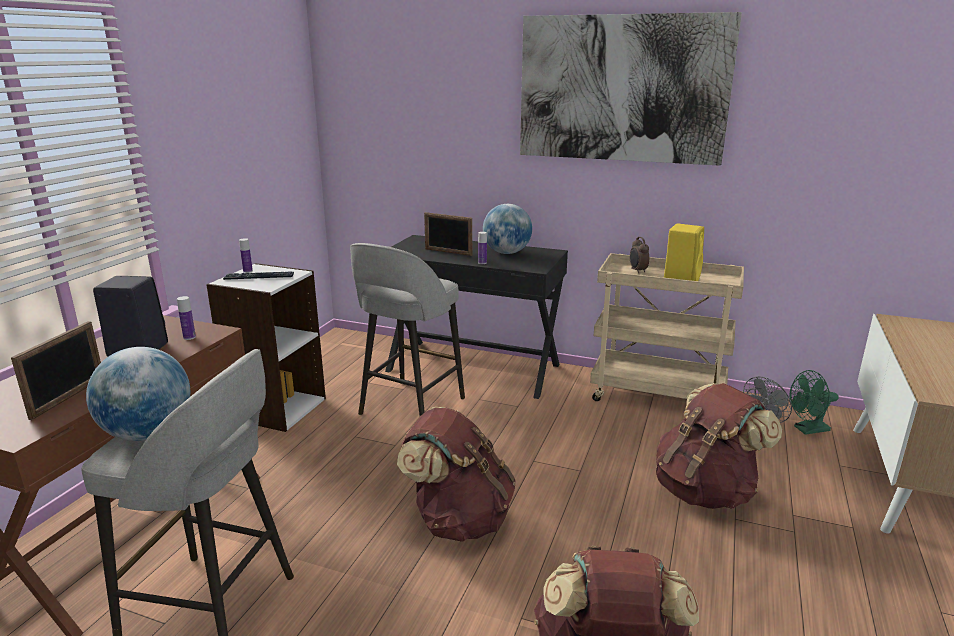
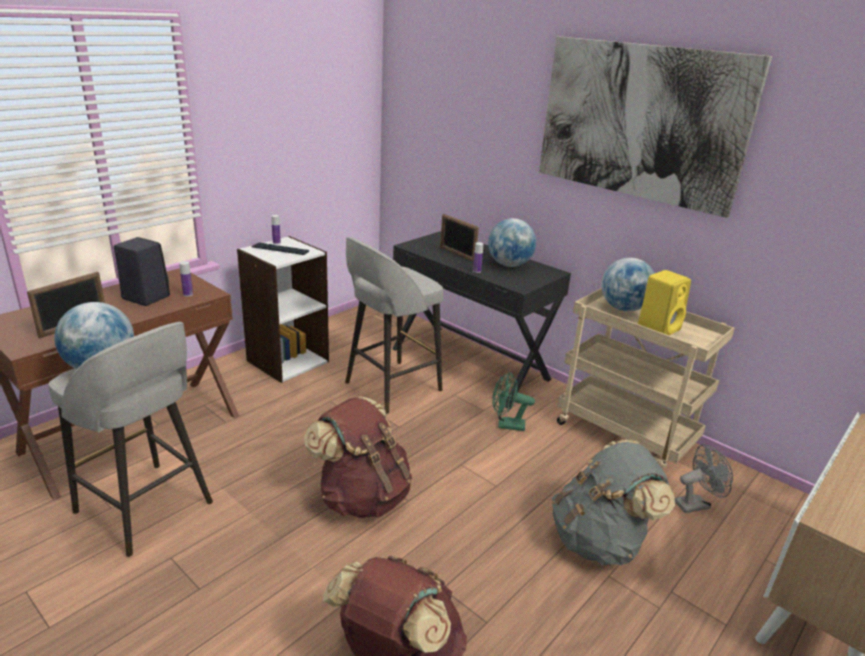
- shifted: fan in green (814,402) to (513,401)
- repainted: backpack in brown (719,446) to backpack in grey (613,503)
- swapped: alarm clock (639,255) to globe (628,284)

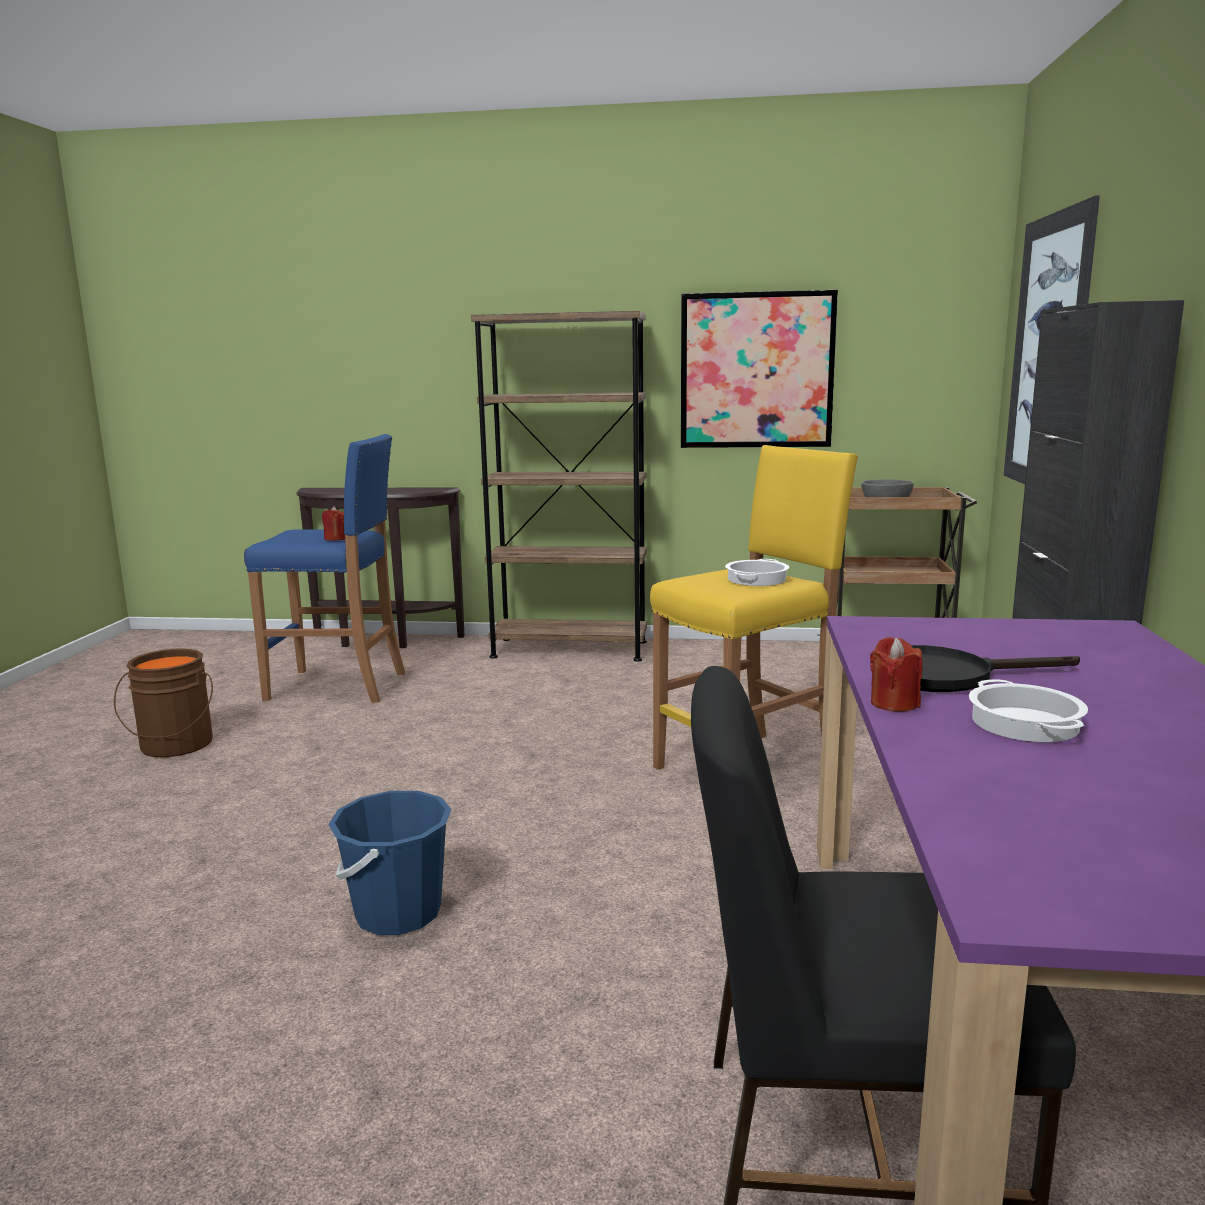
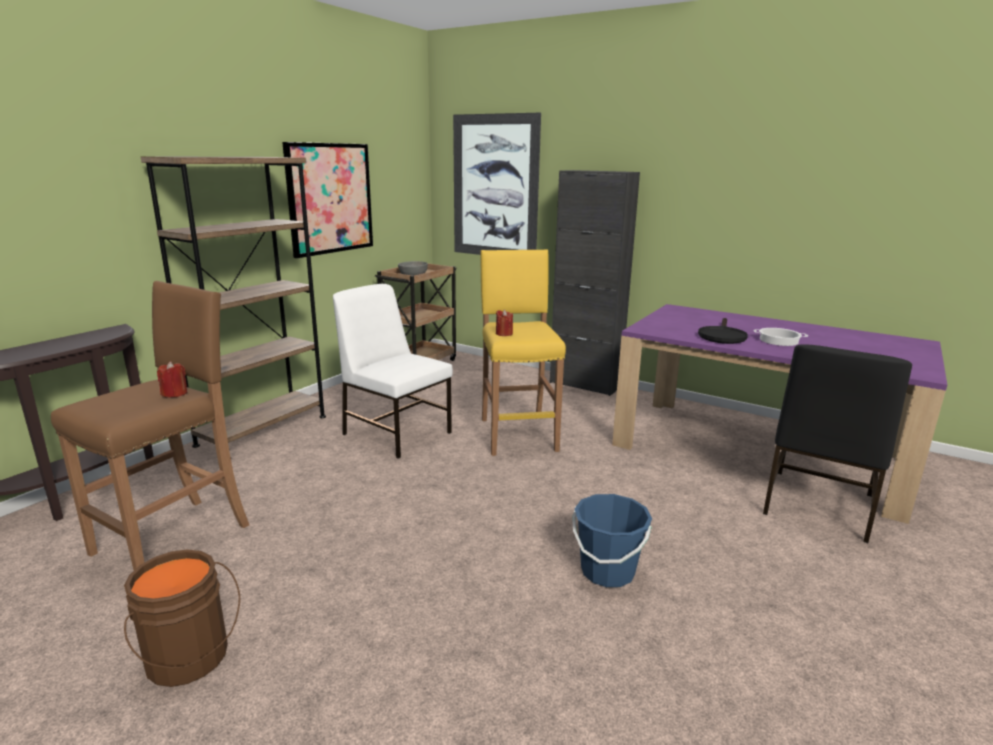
- repainted: stool in blue (324,568) to stool in brown (150,425)
- new: chair in white (393,371)
- shifted: candle in red (896,674) to (504,323)
- gone: cooking pot (757,572)

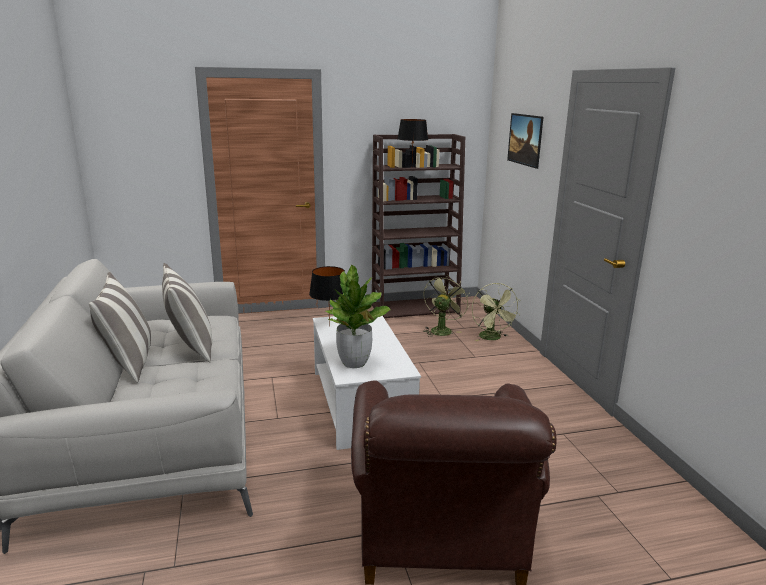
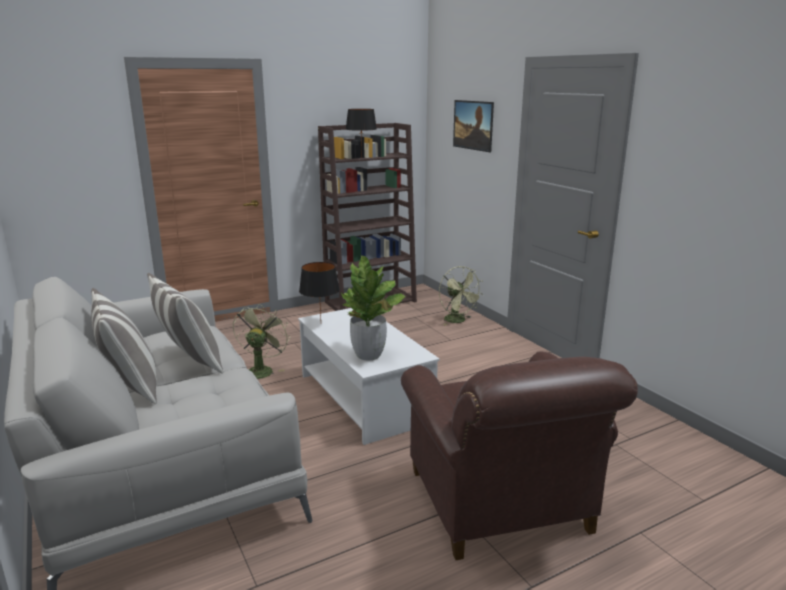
- shifted: fan in green (446,306) to (261,341)

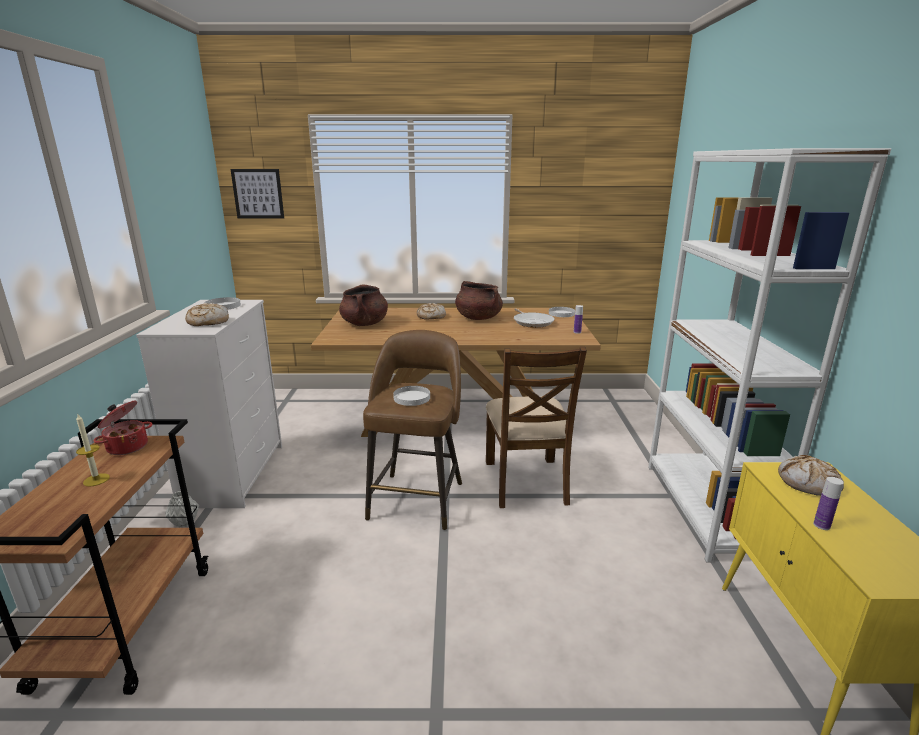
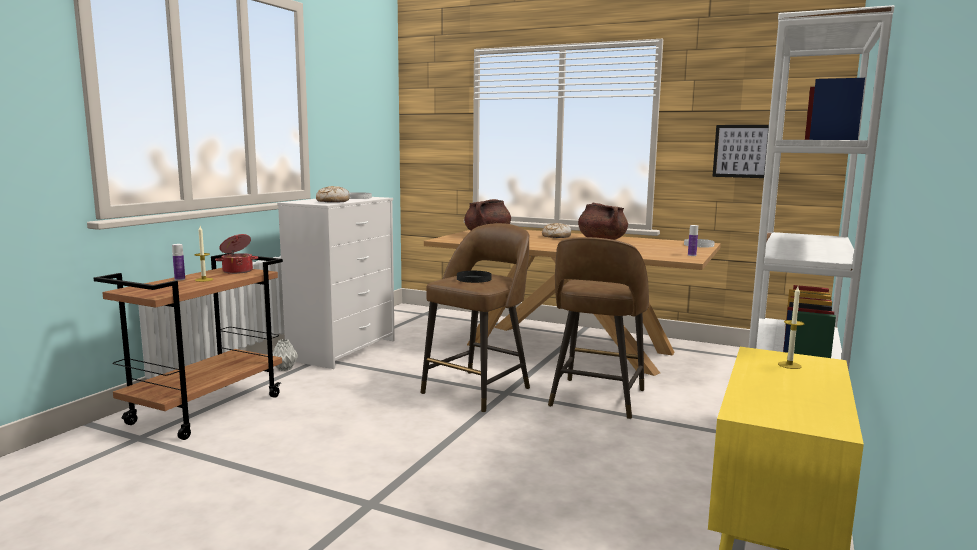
- shifted: bottle (828,503) to (178,262)
- repainted: plate in white (411,396) to plate in black (474,277)
- swapped: chair in brown (536,427) to stool in brown (598,328)
- shifted: picture (257,193) to (740,151)
- swapped: bread (811,475) to candle (791,328)
- gone: frying pan (534,318)

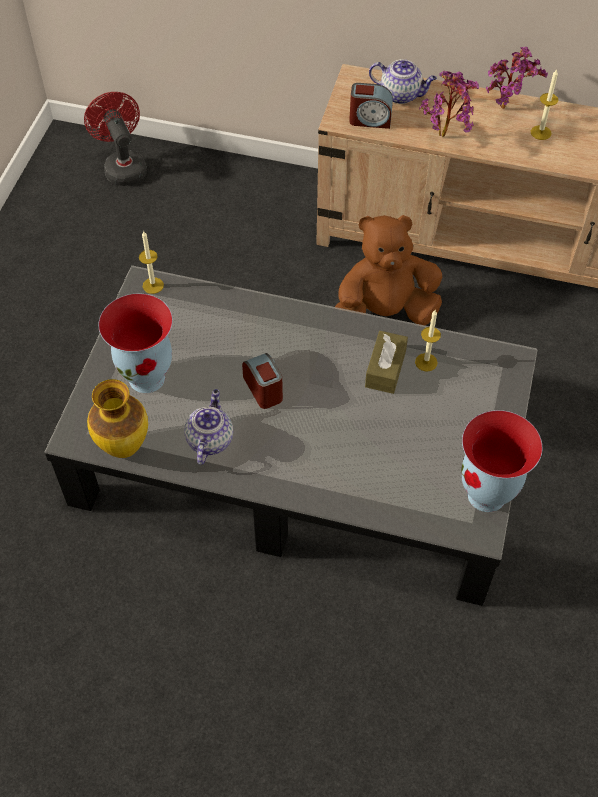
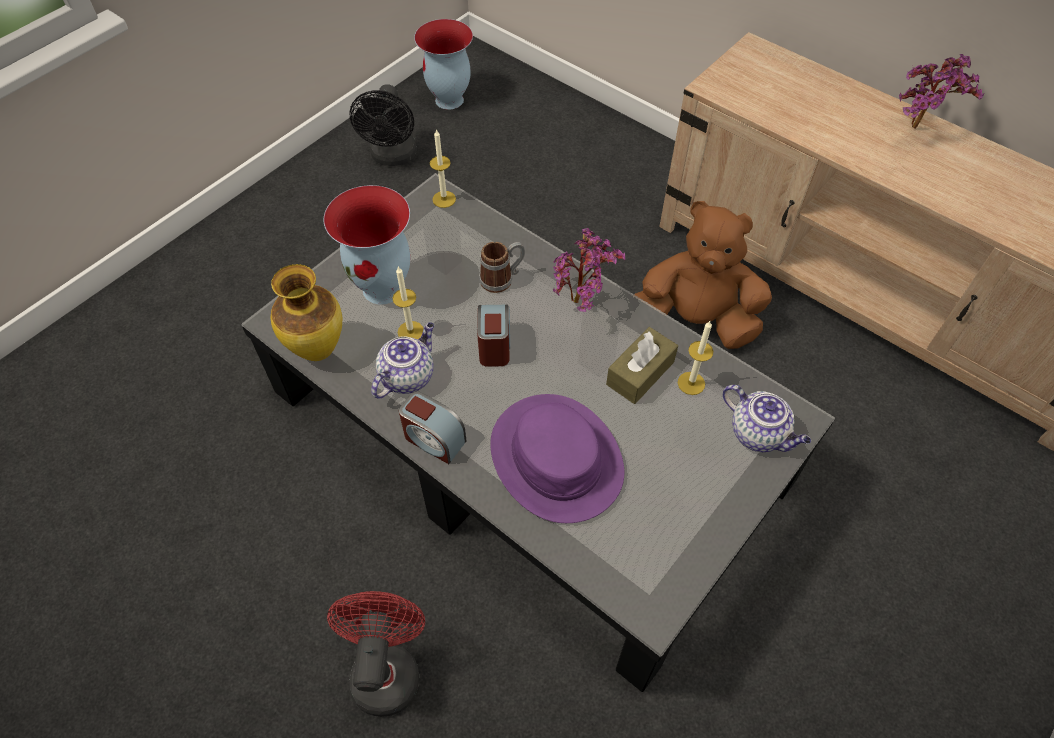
- shifted: fan in red (115,139) to (376,654)
- new: fan in black (383,125)
- shifted: candle (544,104) to (407,302)
- shifted: alarm clock (371,106) to (432,427)
- shifted: vase (501,461) to (443,64)
- new: mug (502,267)
- new: hat in purple (557,458)
- shifted: potted plant (449,104) to (589,270)
- shifted: teapot (403,81) to (767,418)

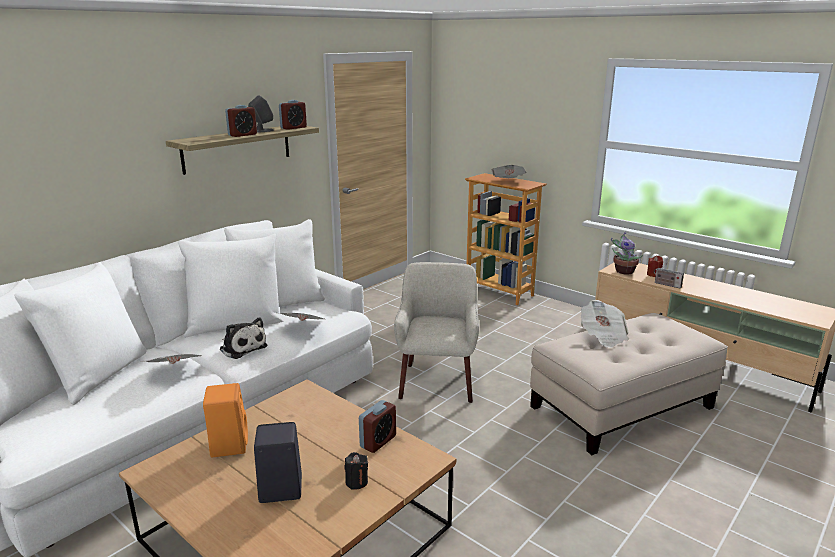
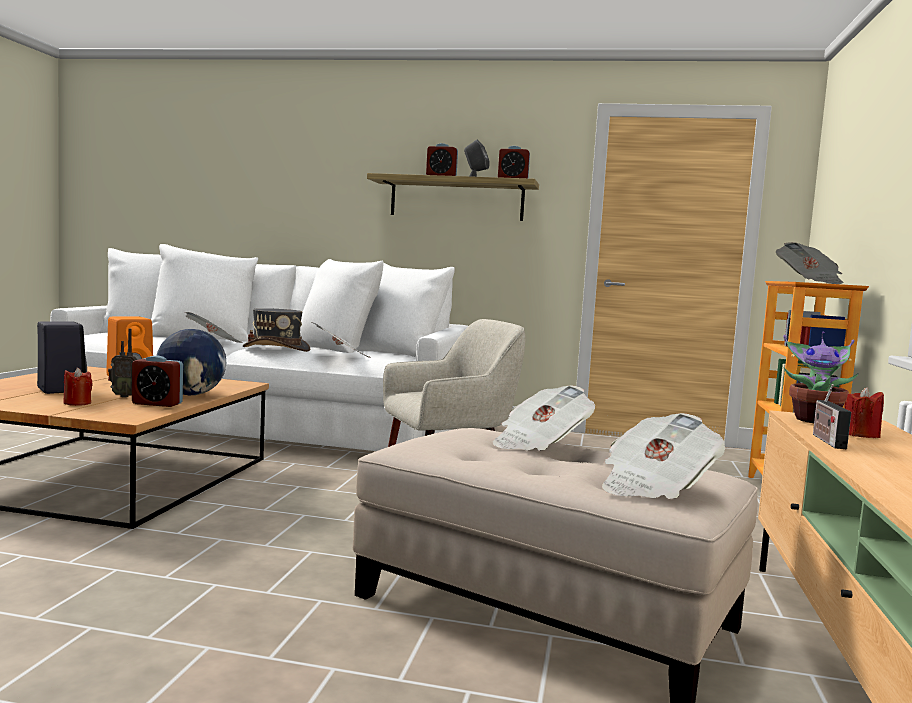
- repainted: candle in black (356,470) to candle in red (78,386)
- new: radio (123,363)
- new: globe (191,362)
- swapped: plush toy (243,338) to hat in grey (276,330)
- new: newspaper (664,456)

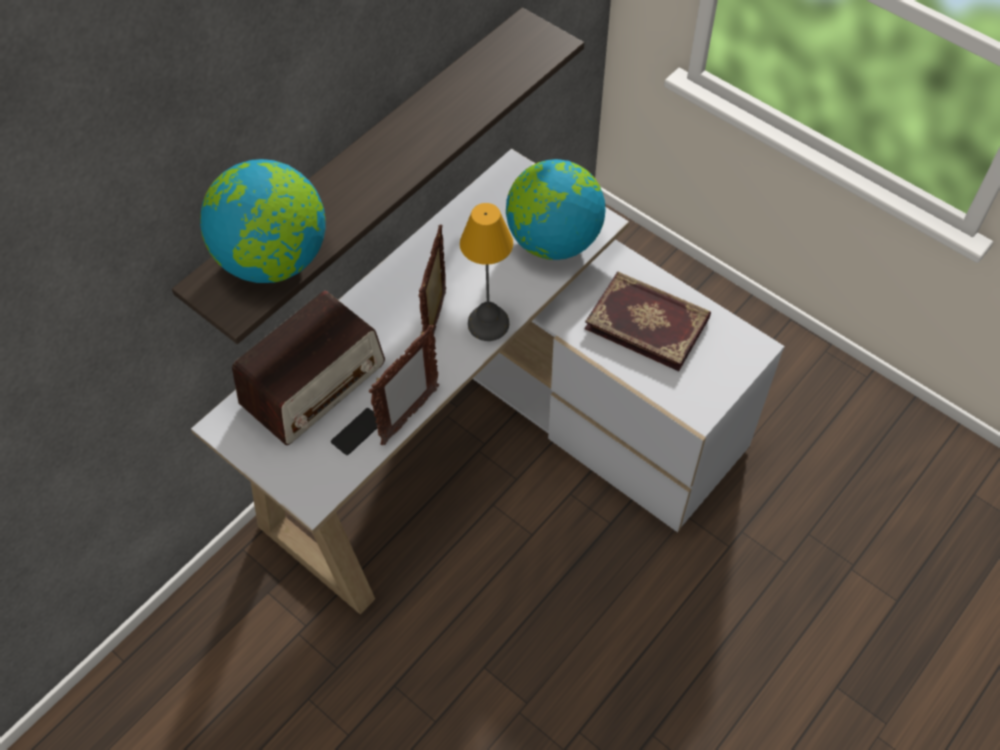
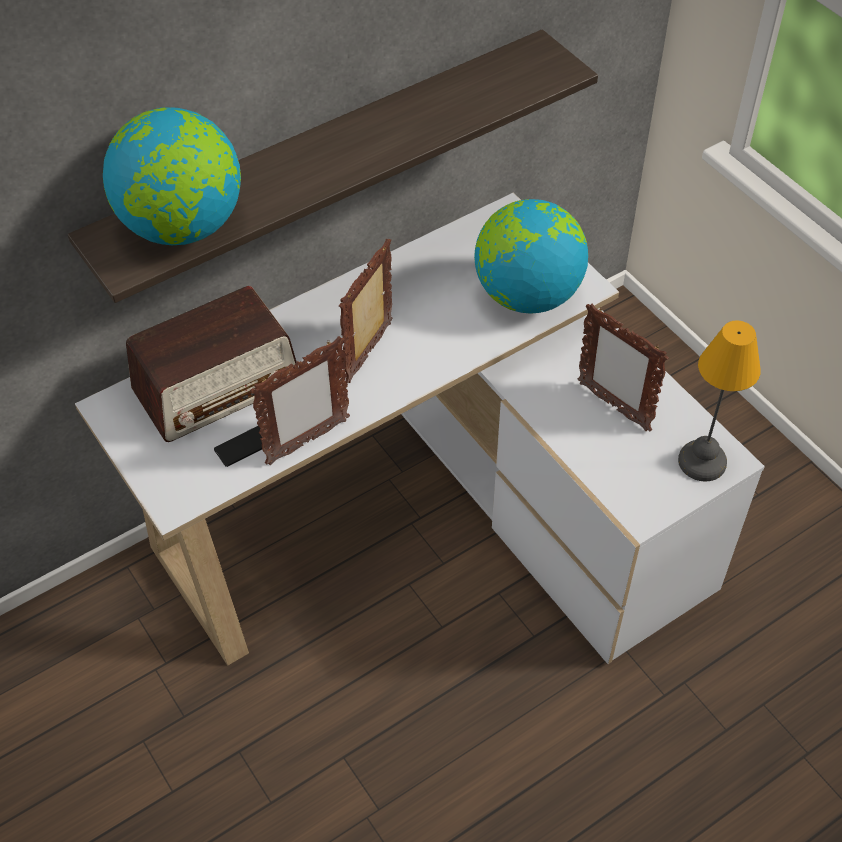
- swapped: book (648,321) to picture frame (623,367)
- shifted: table lamp (486,272) to (719,401)

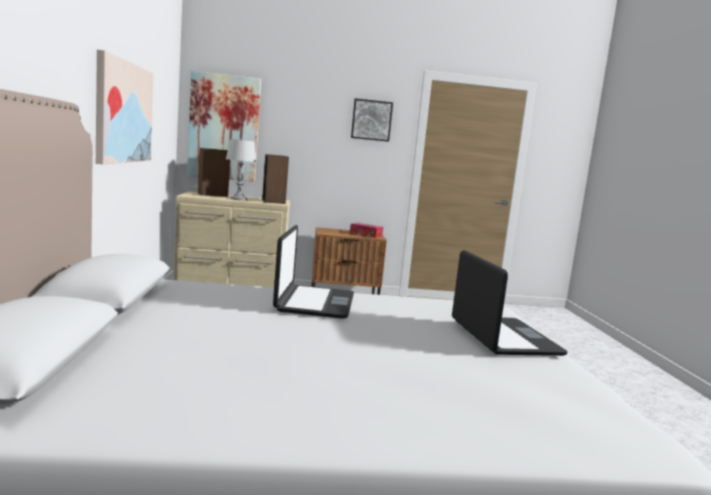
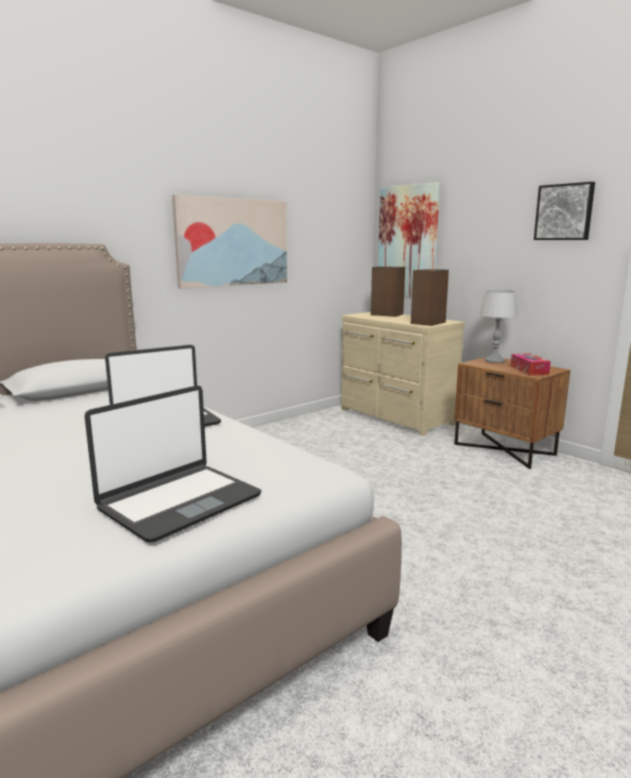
- shifted: table lamp in grey (241,169) to (499,326)

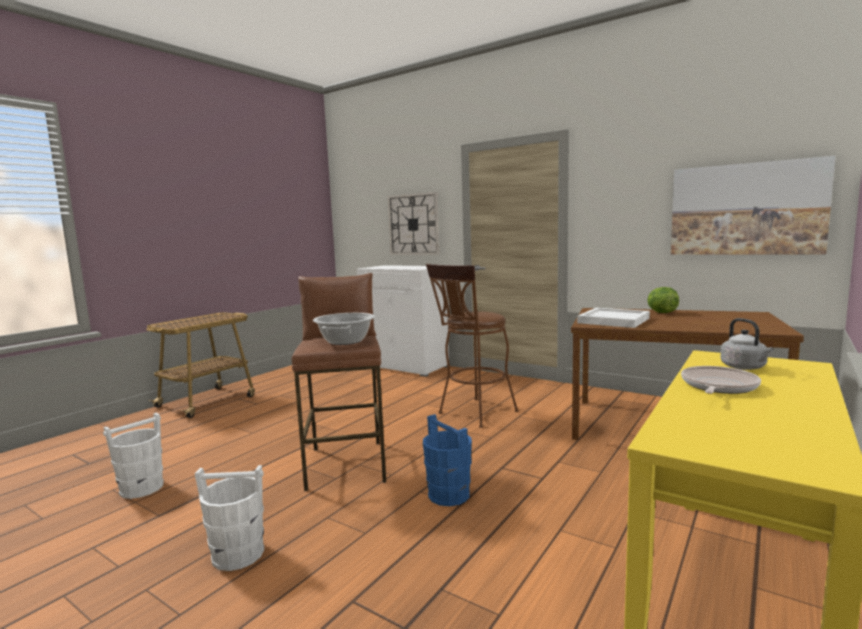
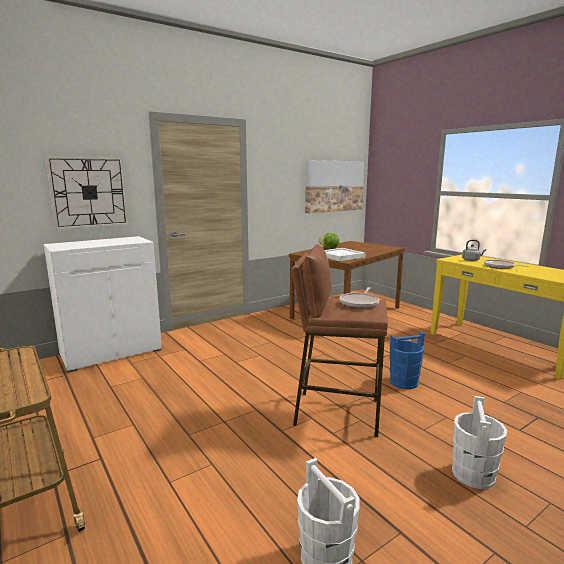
- swapped: cooking pot (344,329) to frying pan (360,297)
- gone: stool in brown (472,346)

